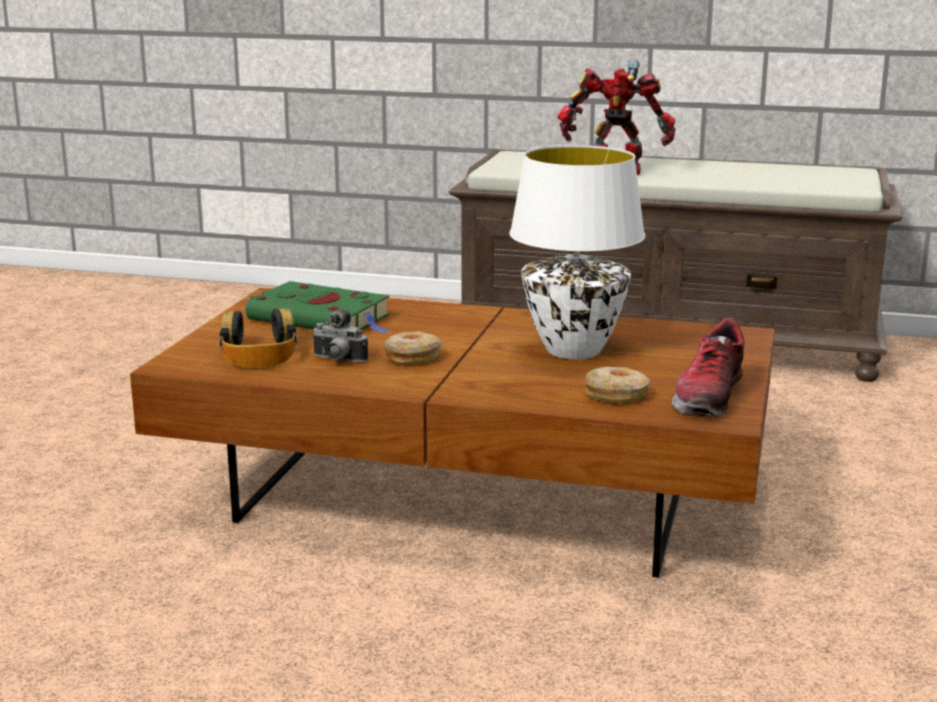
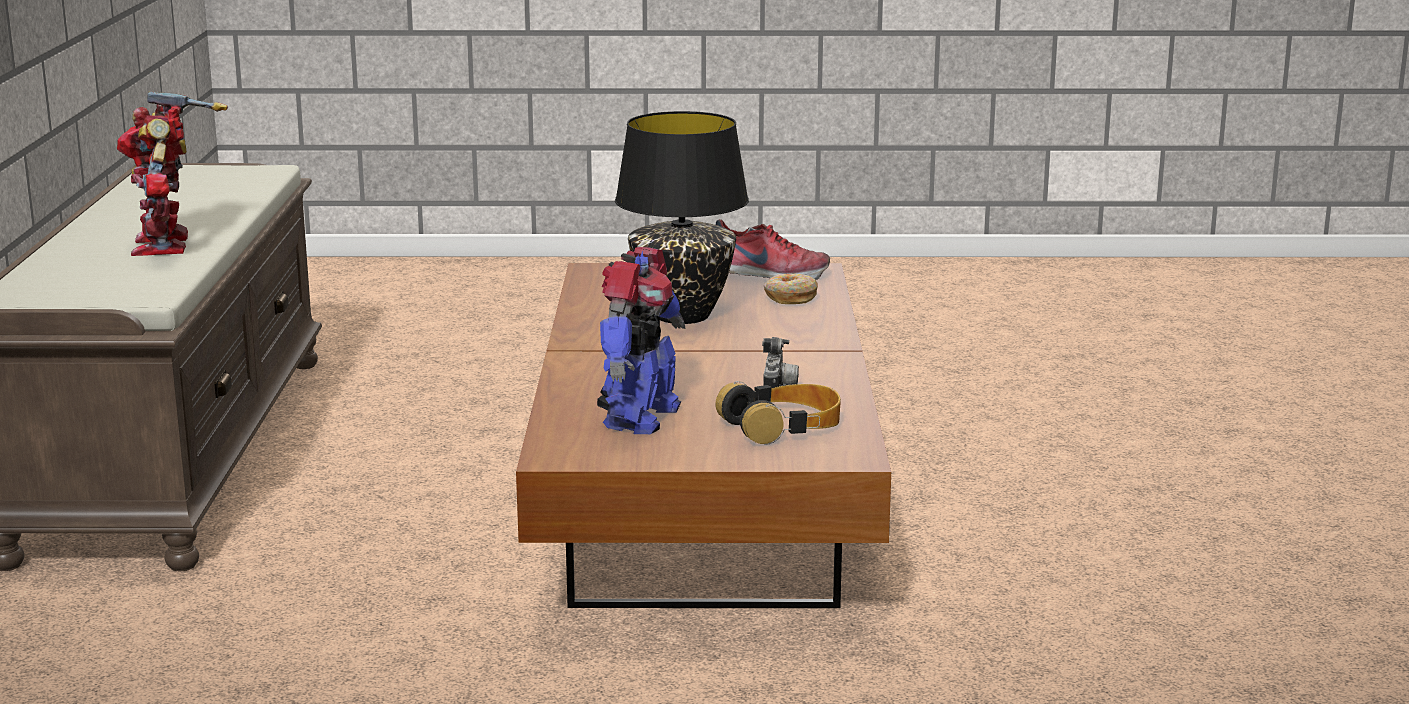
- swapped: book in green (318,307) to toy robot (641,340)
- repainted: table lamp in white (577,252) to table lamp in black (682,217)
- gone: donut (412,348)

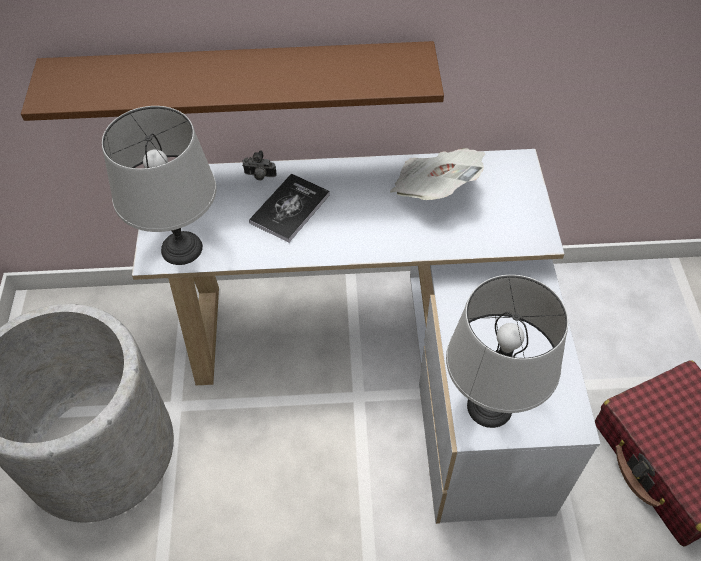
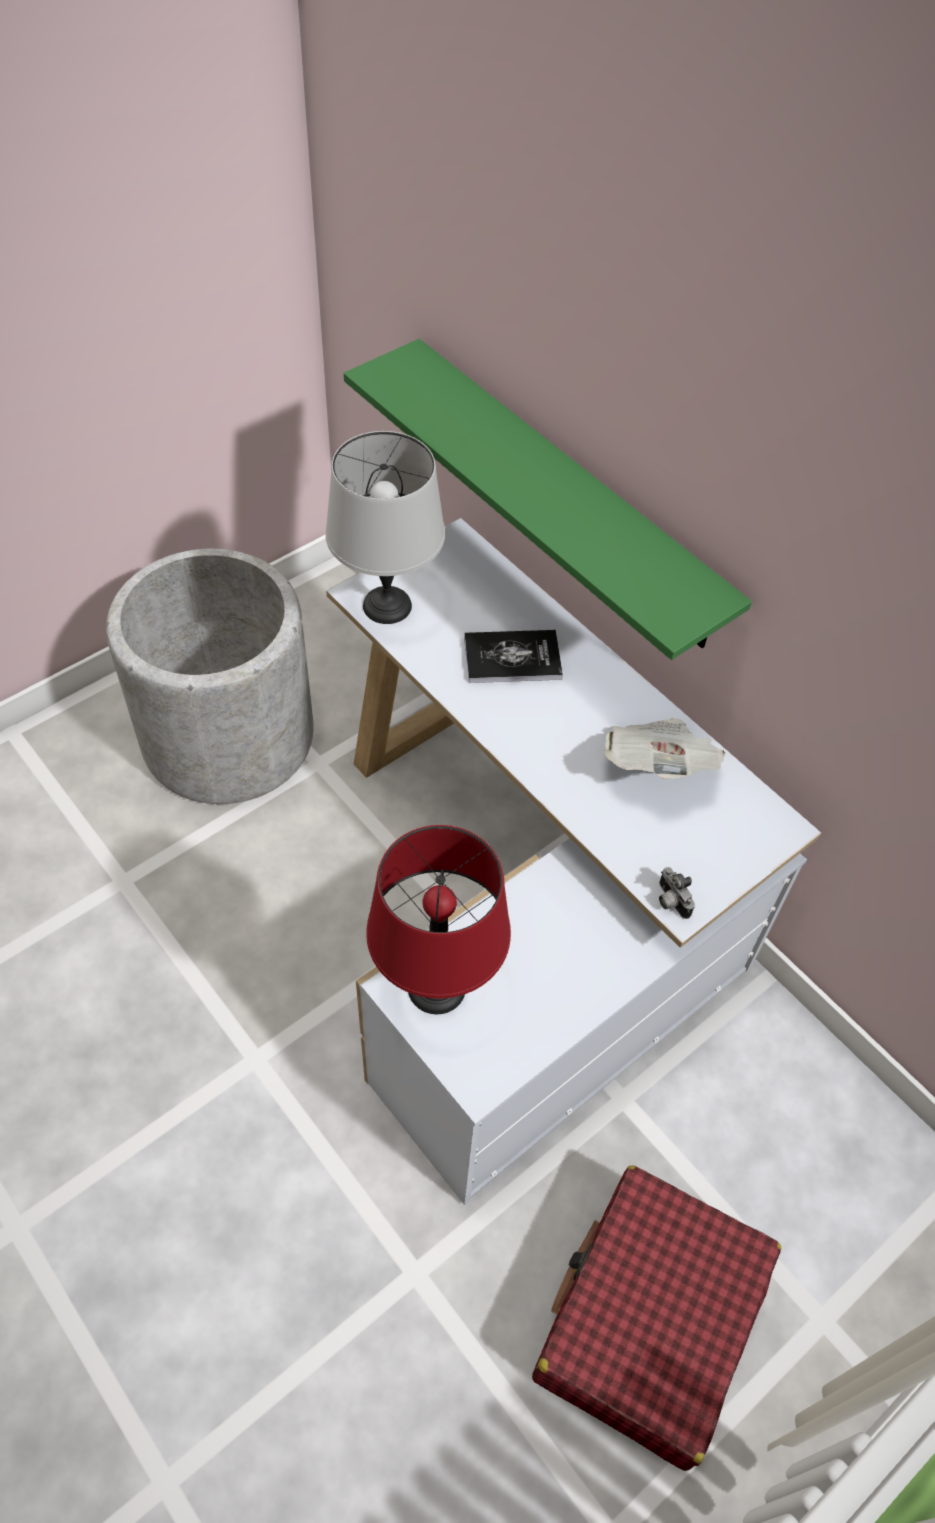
- repainted: shelf in brown (232,81) to shelf in green (548,499)
- repainted: table lamp in grey (507,351) to table lamp in red (438,919)
- shifted: photo camera (259,165) to (677,893)

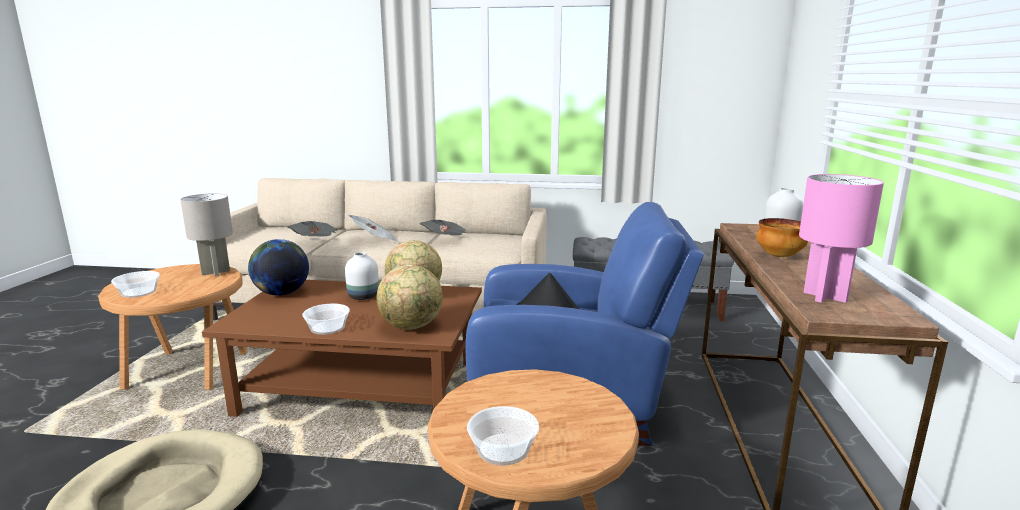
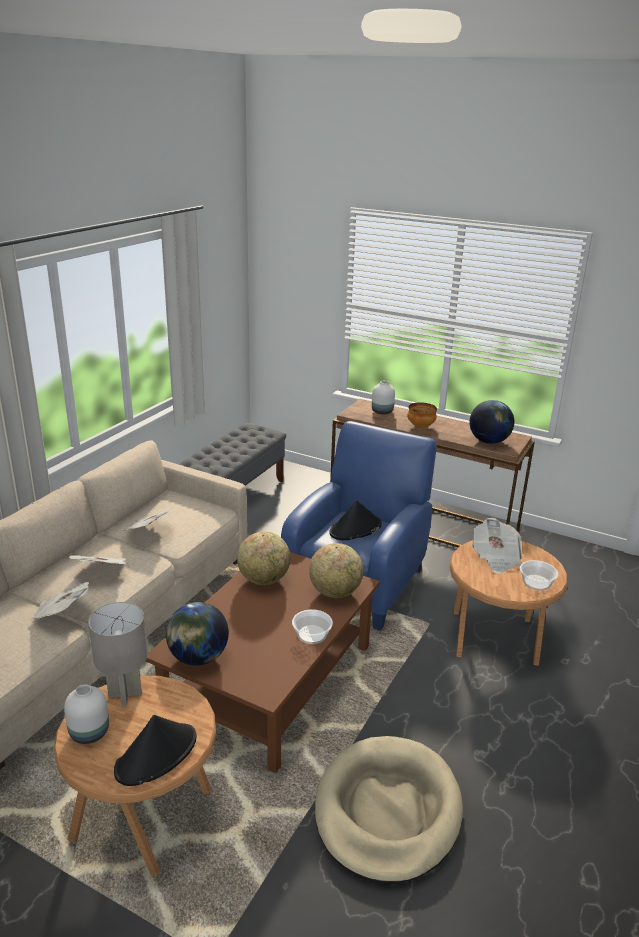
- shifted: vase in white (362,276) to (86,714)
- swapped: bowl (135,284) to hat in black (155,750)
- swapped: table lamp in pink (841,238) to globe (491,422)
- new: newspaper (497,546)

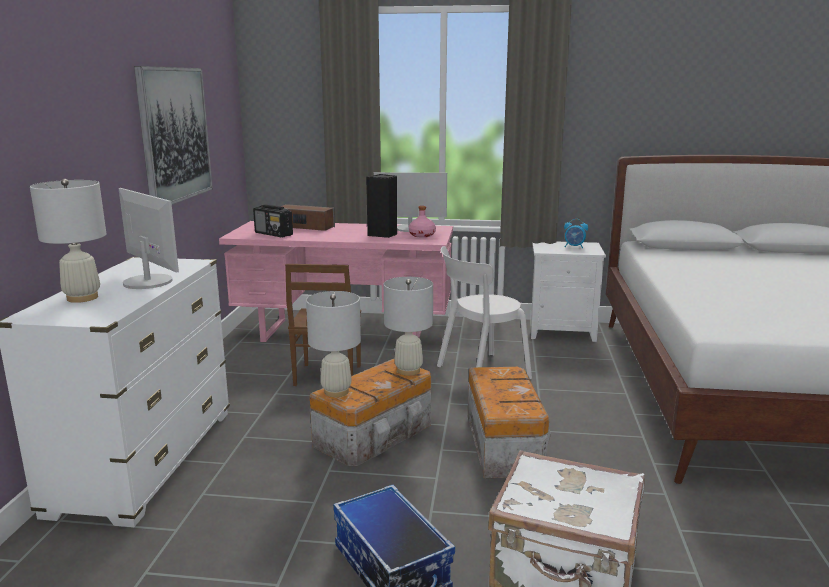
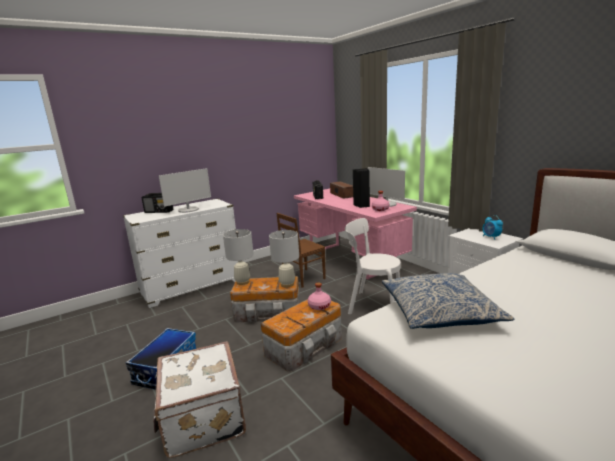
- swapped: table lamp in white (68,241) to radio (157,203)
- rotated: monitor (148,238) = (185,190) 45 degrees clockwise
- new: bottle in pink (319,296)
- new: pillow (448,301)
- gone: picture (173,135)

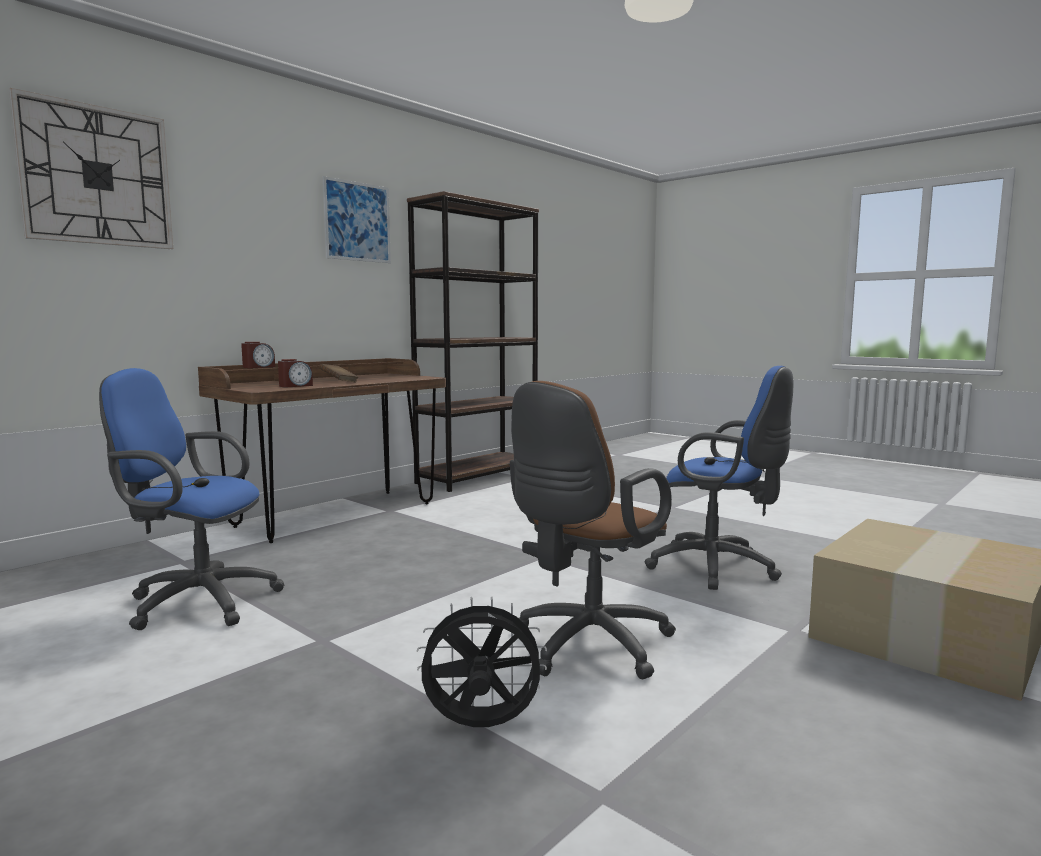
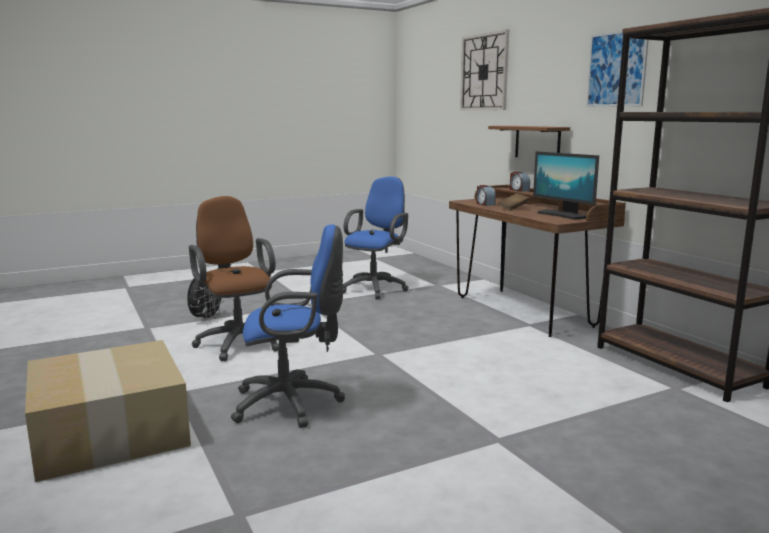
- rotated: office chair in blue (719,478) = (288,326) 150 degrees counterclockwise
- new: shelf in brown (529,141)
- new: monitor (566,185)

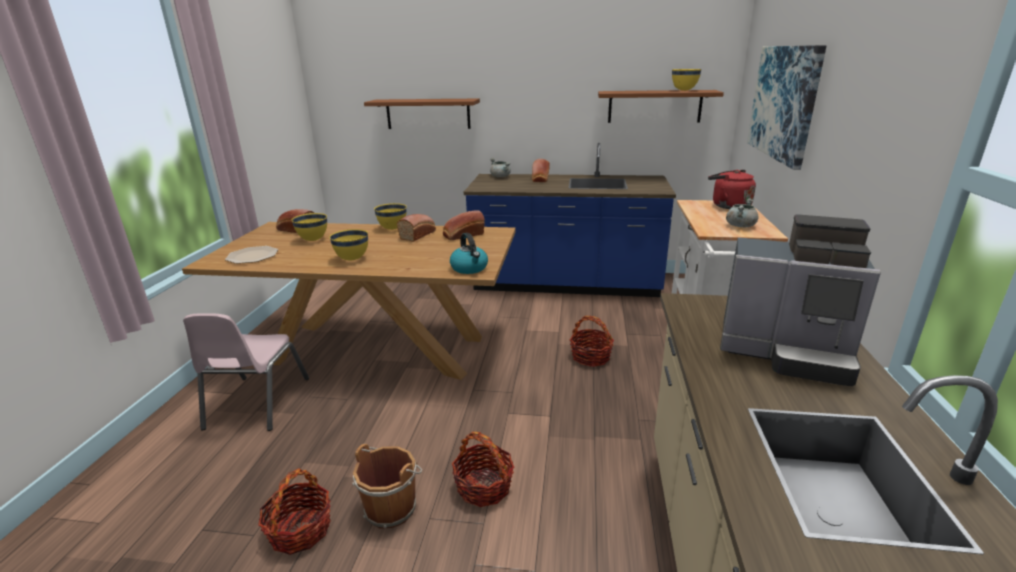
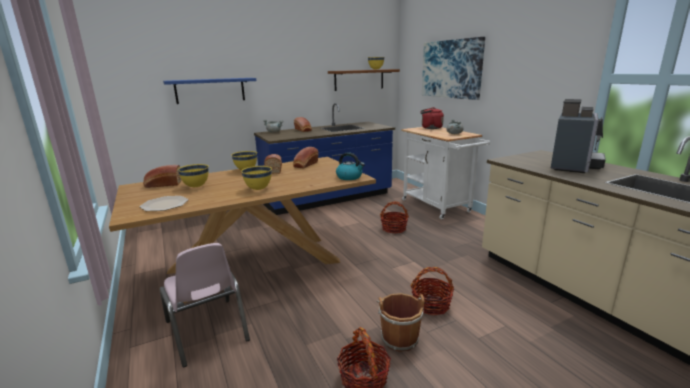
- repainted: shelf in brown (422,114) to shelf in blue (209,91)
- rotated: coffee machine (800,300) = (578,136) 45 degrees counterclockwise

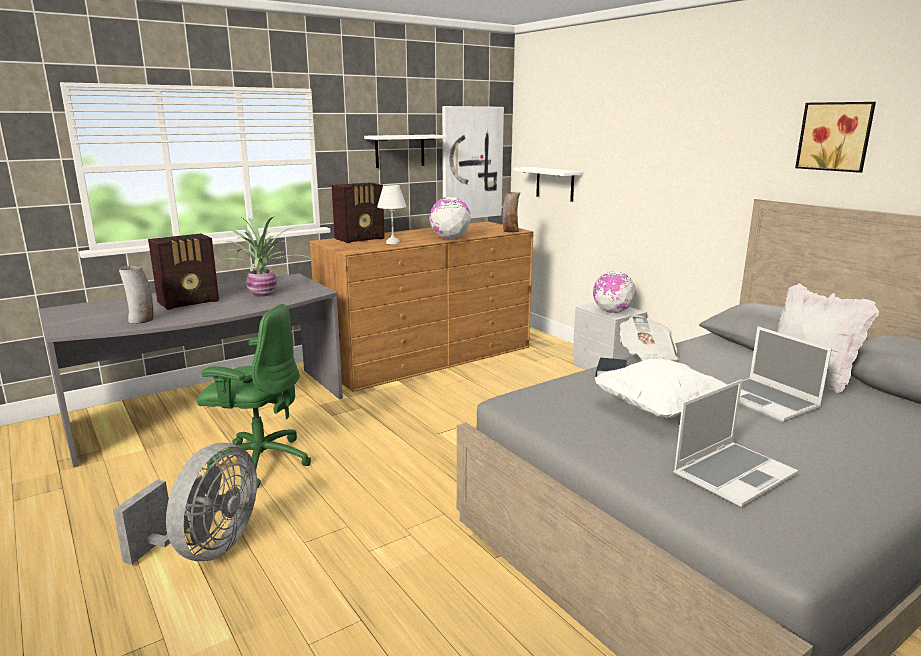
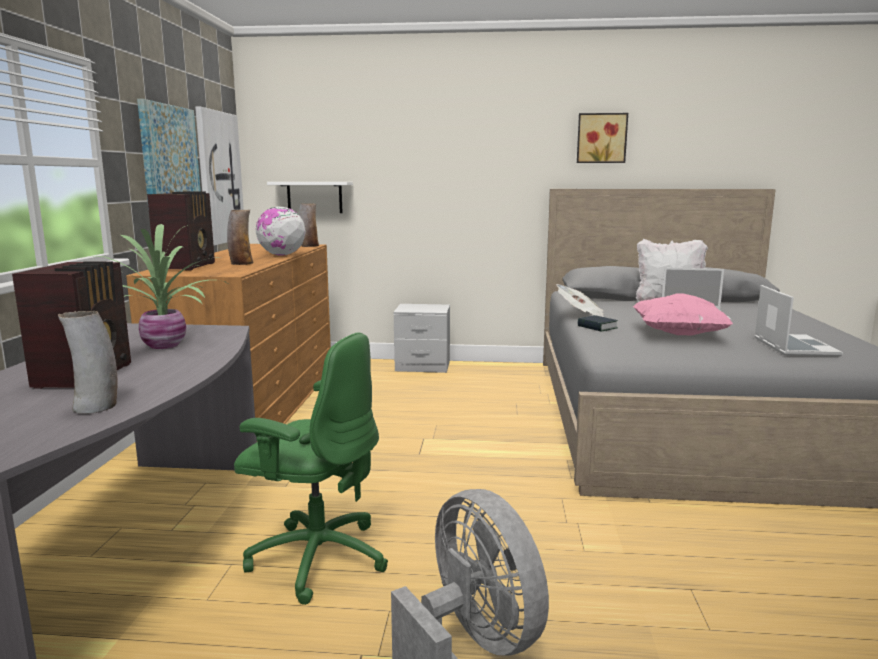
- swapped: shelf in white (405,151) to picture (169,154)
- swapped: table lamp in white (392,214) to vase (240,237)
- rotated: office chair in green (254,396) = (311,468) 60 degrees clockwise
- repainted: pillow in white (660,388) to pillow in pink (683,314)
- gone: globe (614,292)

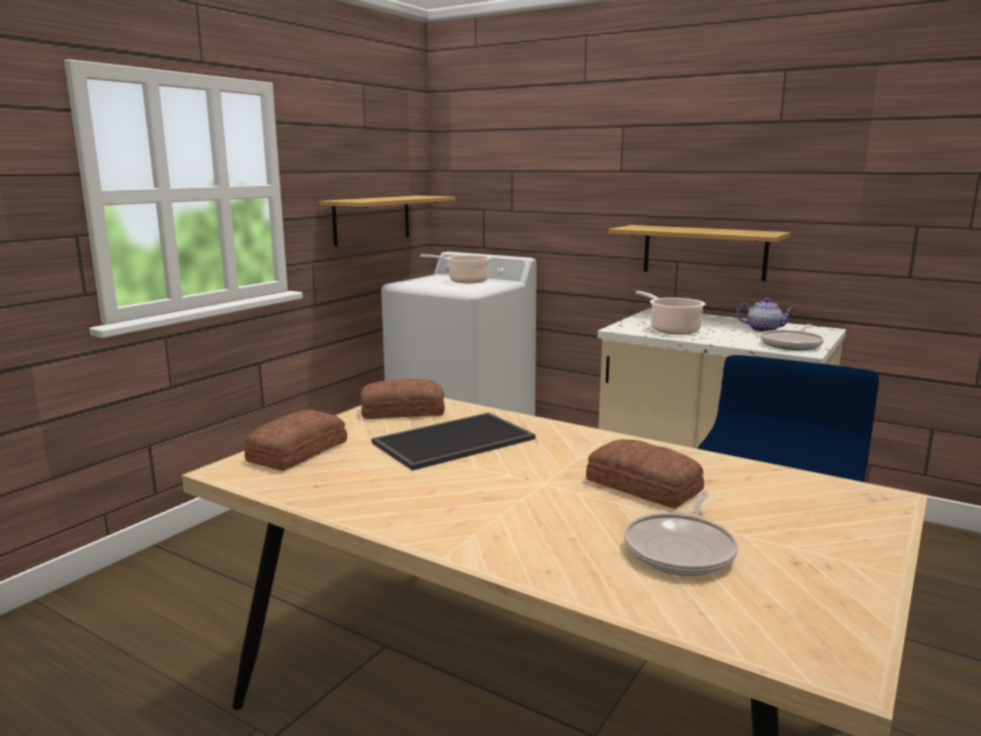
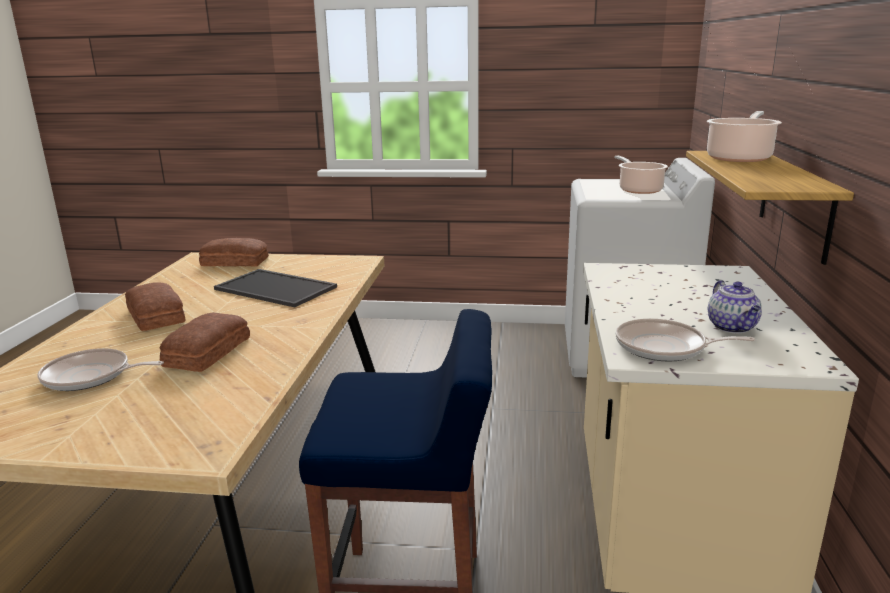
- shifted: bread (402,399) to (155,306)
- shifted: cooking pot (670,313) to (744,136)
- gone: shelf (387,221)

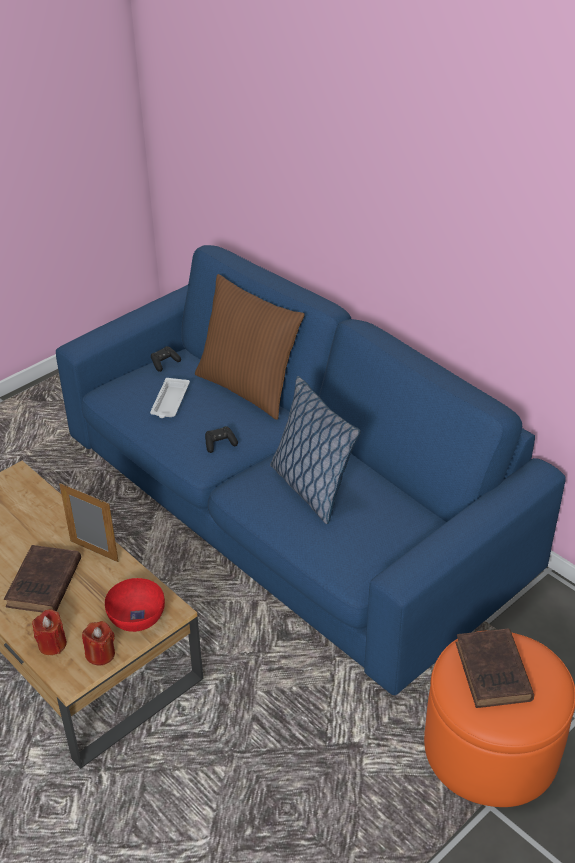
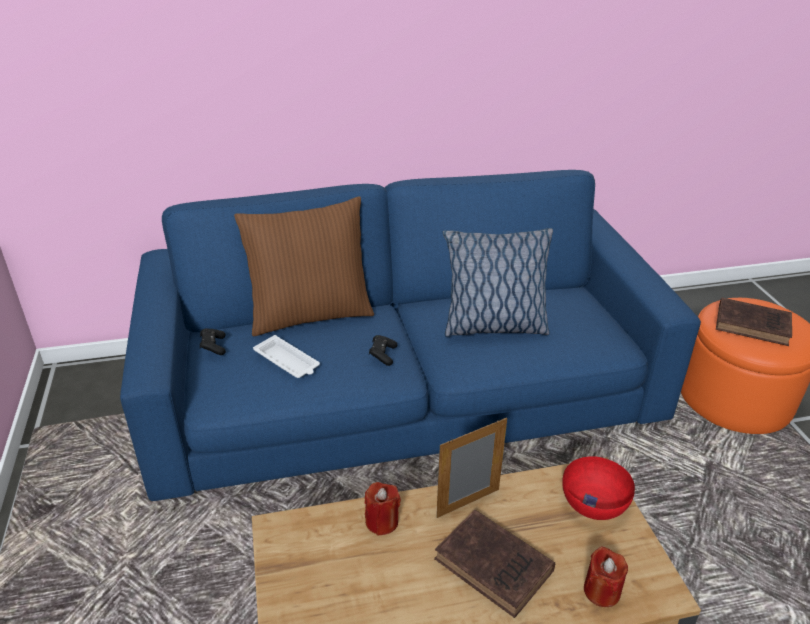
- shifted: candle in red (98,643) to (383,509)

